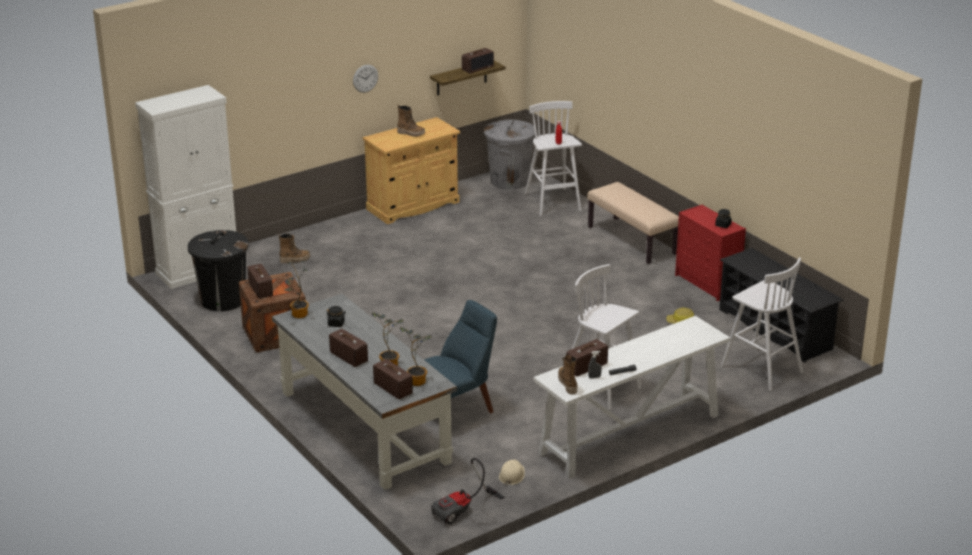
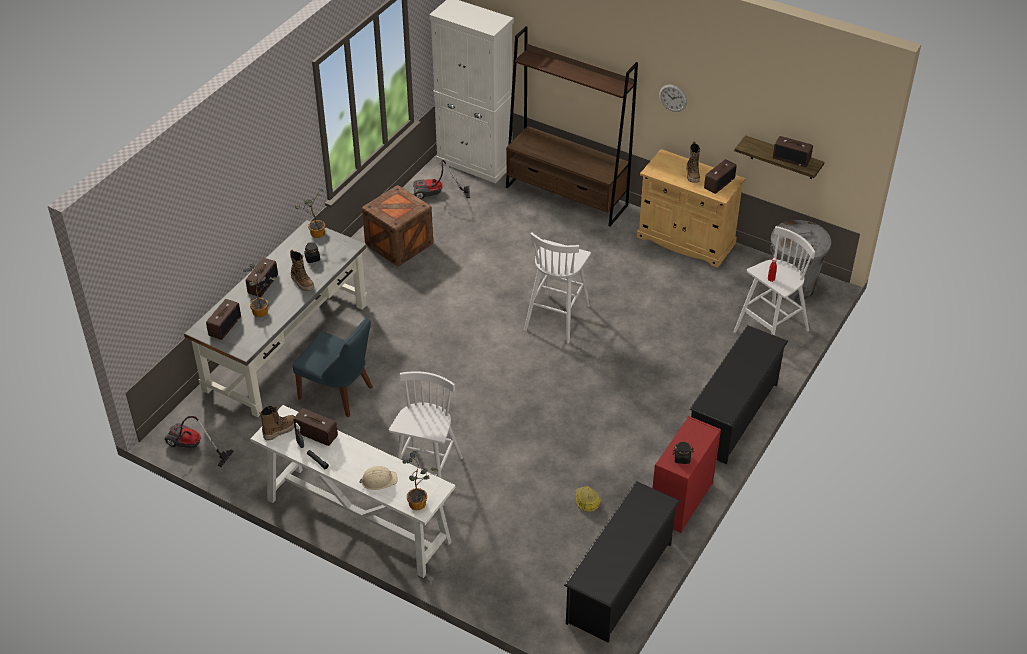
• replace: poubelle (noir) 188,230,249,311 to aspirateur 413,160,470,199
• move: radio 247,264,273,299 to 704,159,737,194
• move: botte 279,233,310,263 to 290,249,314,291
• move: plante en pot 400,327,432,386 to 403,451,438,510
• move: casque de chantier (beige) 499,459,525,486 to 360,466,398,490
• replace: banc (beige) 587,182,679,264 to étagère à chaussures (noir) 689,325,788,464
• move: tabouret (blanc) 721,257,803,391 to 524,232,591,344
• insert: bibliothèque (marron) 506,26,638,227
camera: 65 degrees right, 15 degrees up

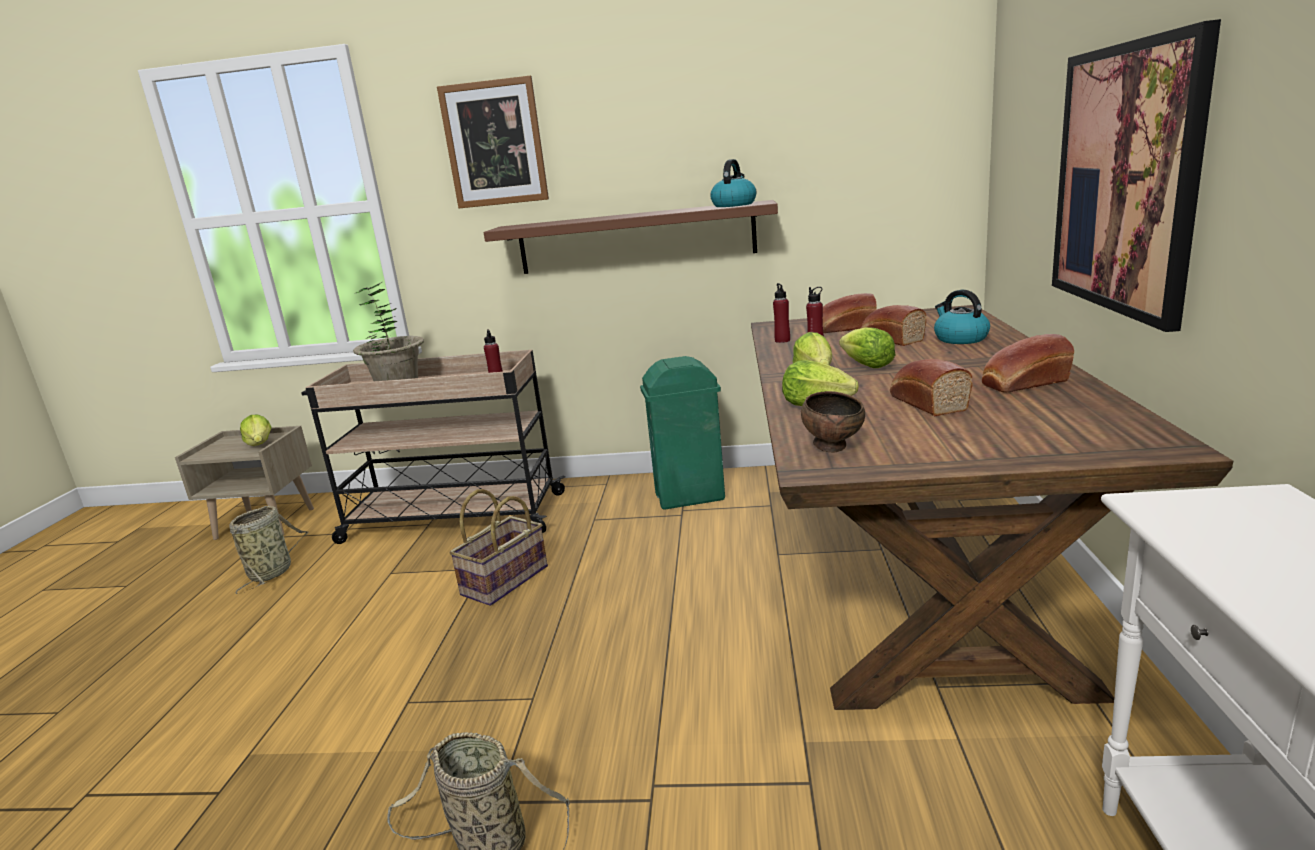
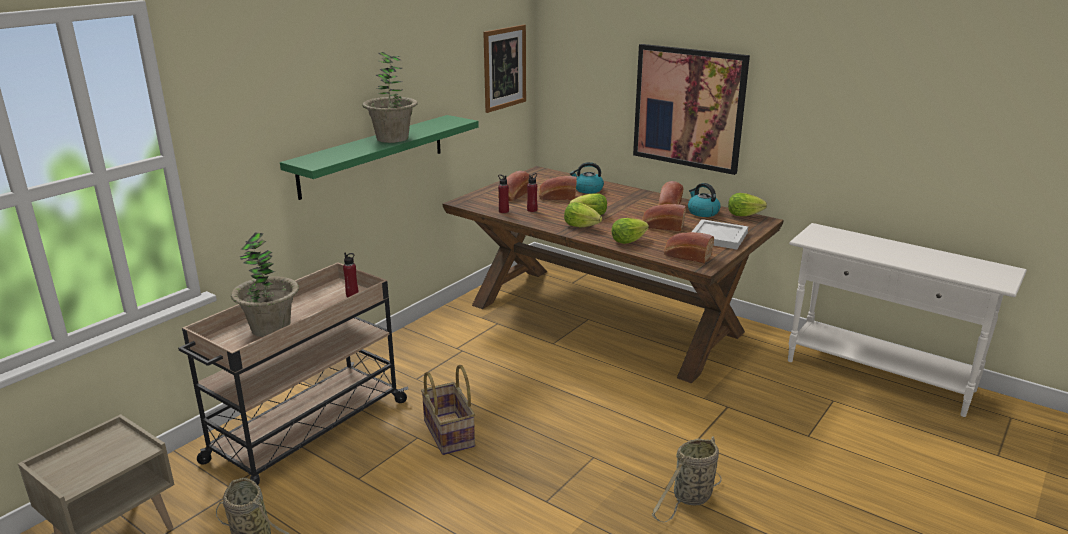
• move: laitue 240,414,272,446 to 728,193,767,216
• move: tableau 437,76,549,208 to 483,25,526,113
• recolor: étagère (marron) 484,200,778,274 to étagère (vert) 280,115,479,200
• delete: poubelle (vert) 640,356,725,510
• move: bouilloire 710,159,756,207 to 688,183,721,217
• replace: bol (marron) 801,391,865,453 to pain 664,232,714,263
• insert: plante en pot 362,52,418,143
• insert: plateau (blanc) 692,219,748,249
camera: 60 degrees left, 5 degrees up

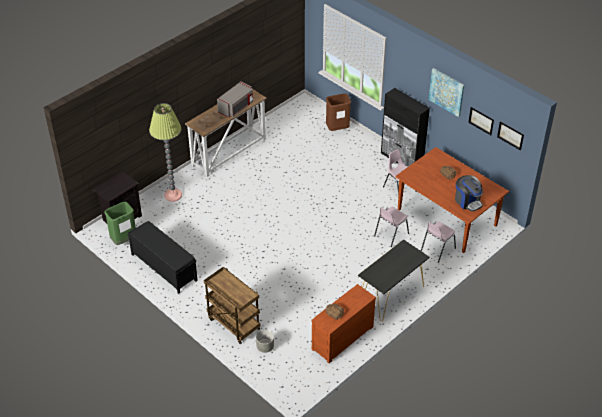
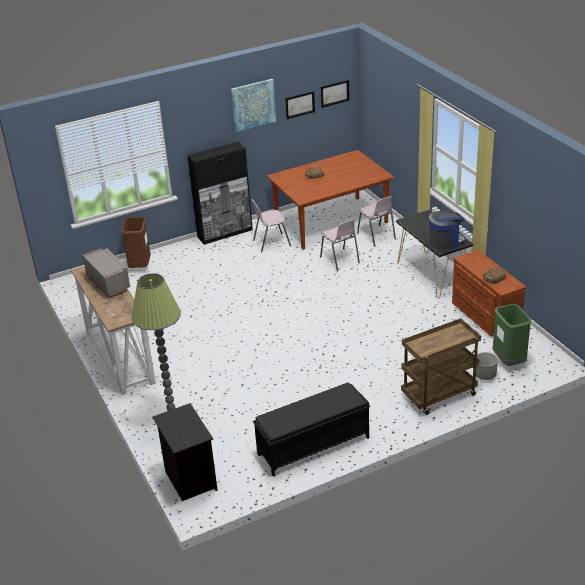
• move: poubelle (vert) 104,201,136,245 to 493,304,532,366
• move: machine à café 455,175,483,212 to 429,211,466,250
camera: 70 degrees left, 10 degrees down

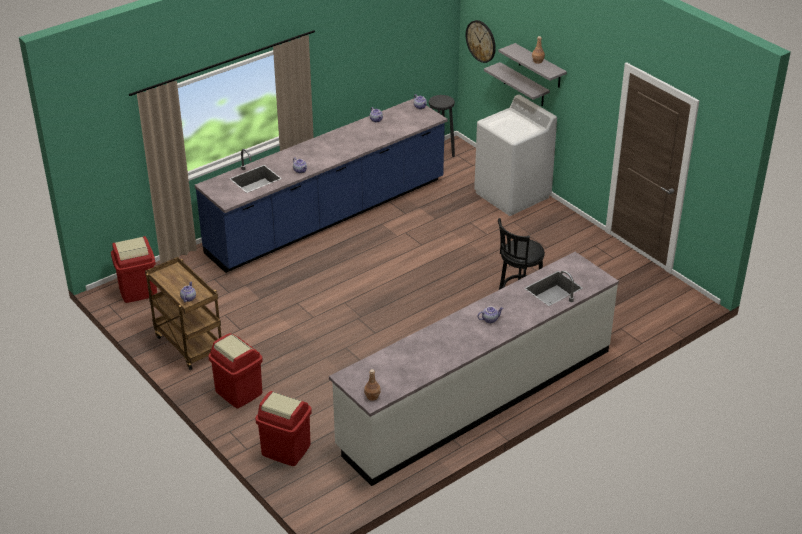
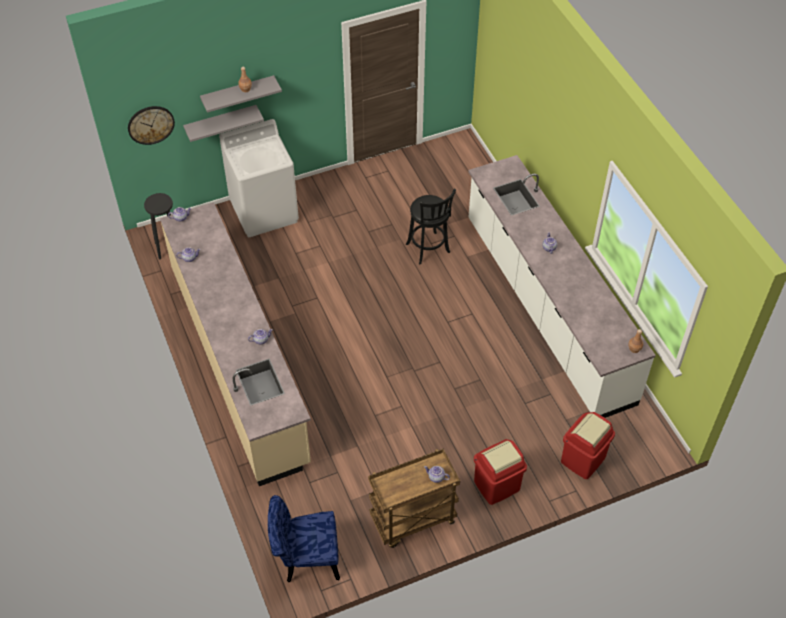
• replace: poubelle (rouge) 111,236,157,303 to chaise (bleu) 268,495,340,582
• recolor: comptoir de cuisine (bleu) 195,99,447,273 to comptoir de cuisine (beige) 160,202,311,486
camera: 75 degrees left, 15 degrees up

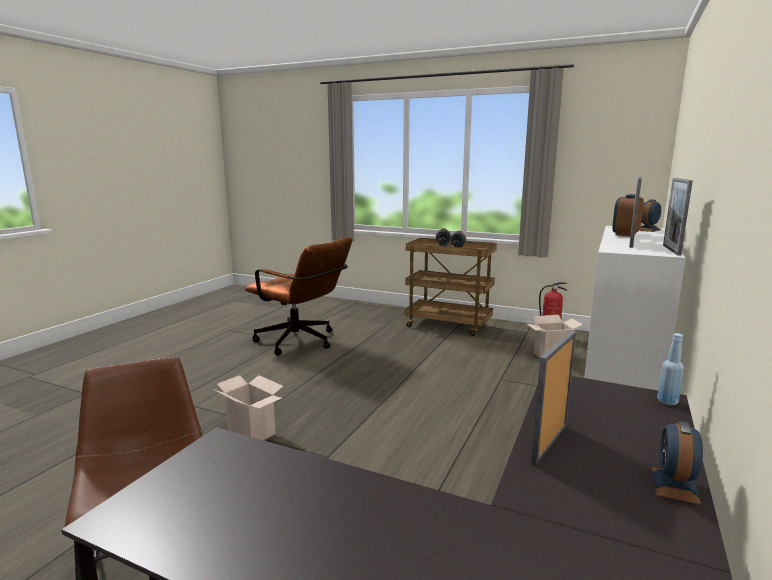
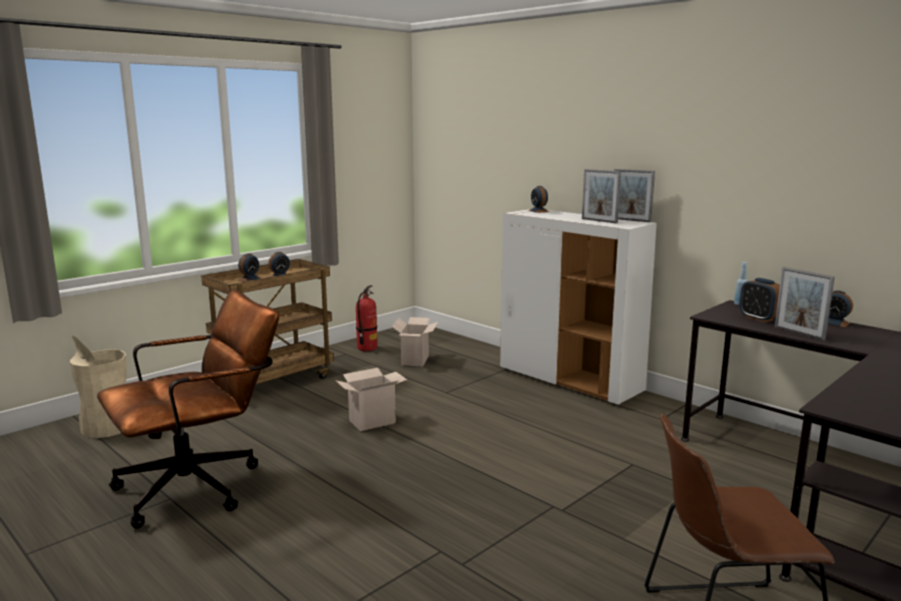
• move: carton 214,375,283,440 to 335,368,407,431
• move: réveil 612,194,644,236 to 739,278,780,322
• insert: poubelle (beige) 70,335,127,438
camera: 70 degrees left, 0 degrees up

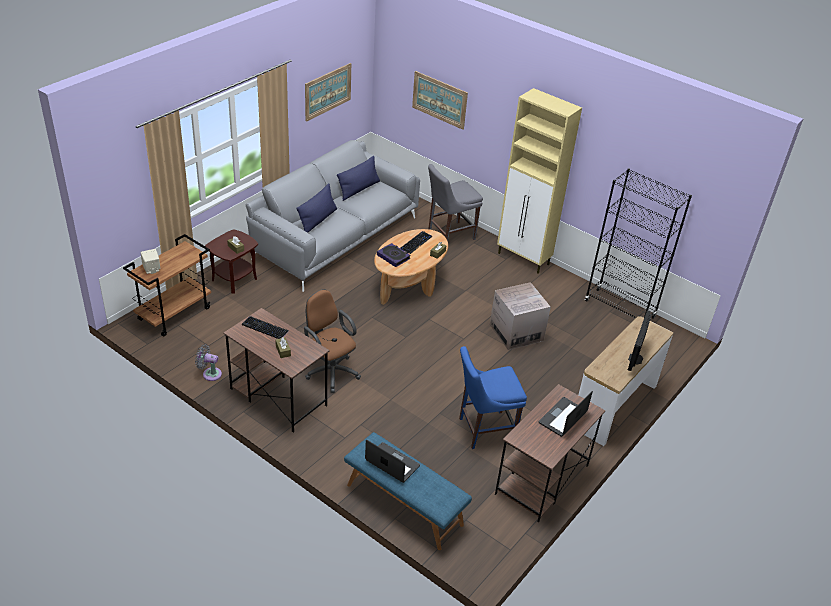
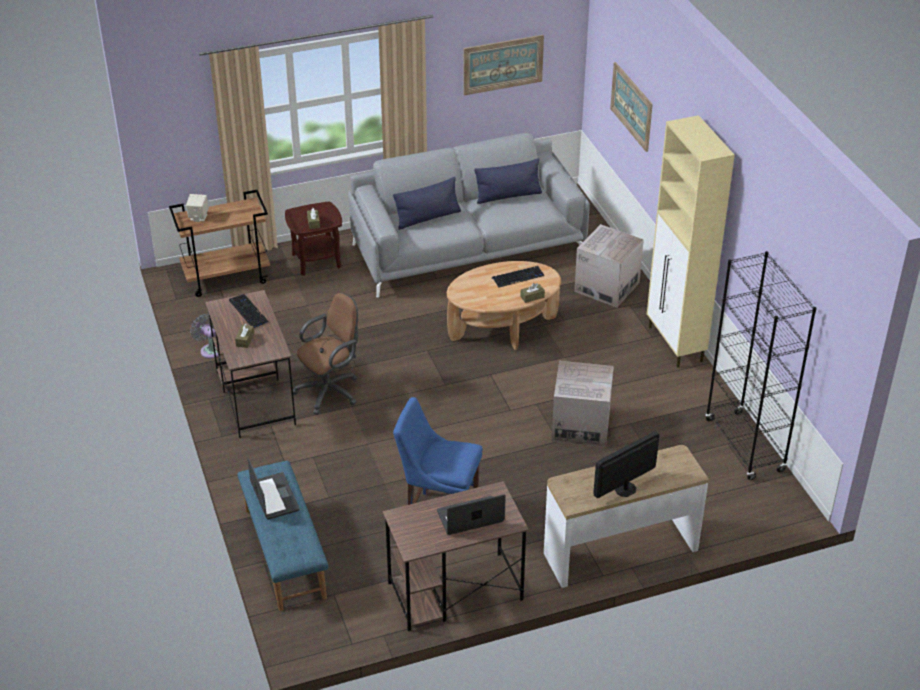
• rotate: chaise de bureau (marron) 304,289,361,393 = 293,293,358,415 60 degrees clockwise
• delete: livre 377,243,411,267
• replace: chaise (gris) 428,164,483,241 to carton 574,224,644,307
camera: 35 degrees right, 0 degrees up

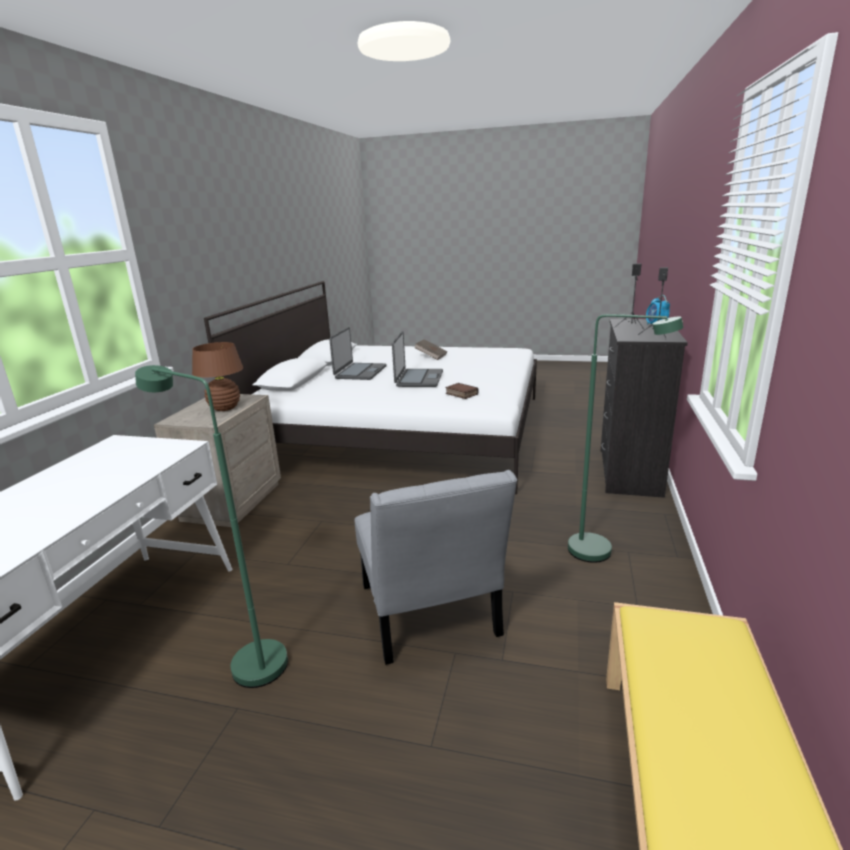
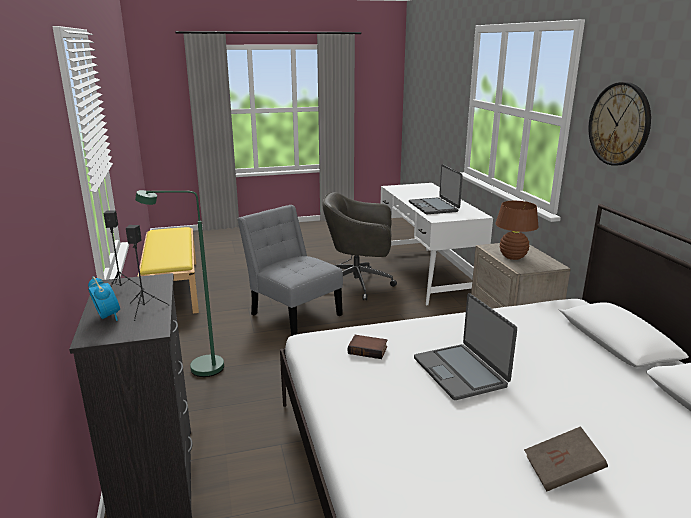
• replace: lampadaire (vert) 135,365,288,688 to chaise de bureau (gris) 322,192,397,300
• move: ordinateur portable 329,327,387,380 to 409,164,463,214
• insert: horloge murale 589,82,651,166
camera: 150 degrees right, 0 degrees up

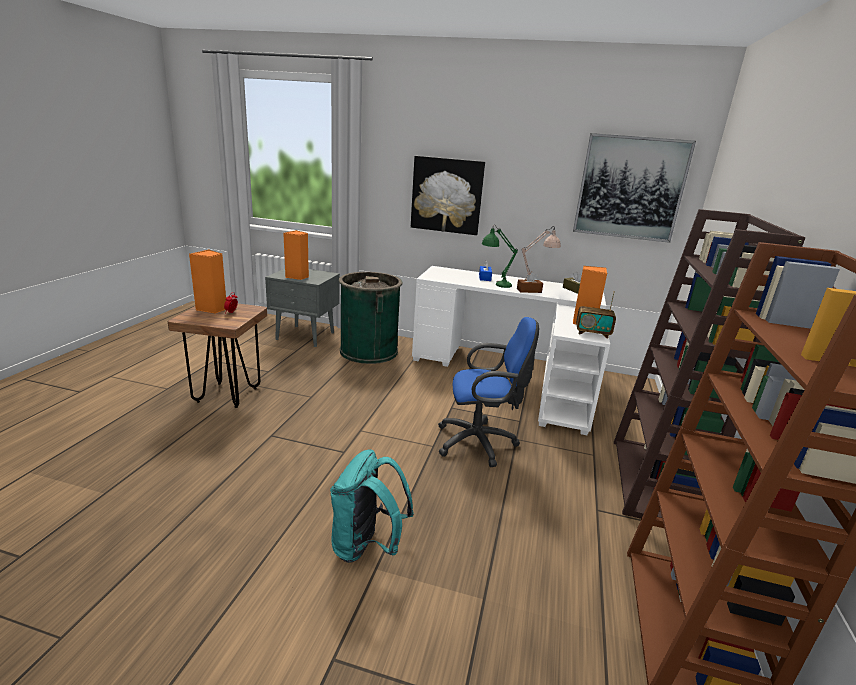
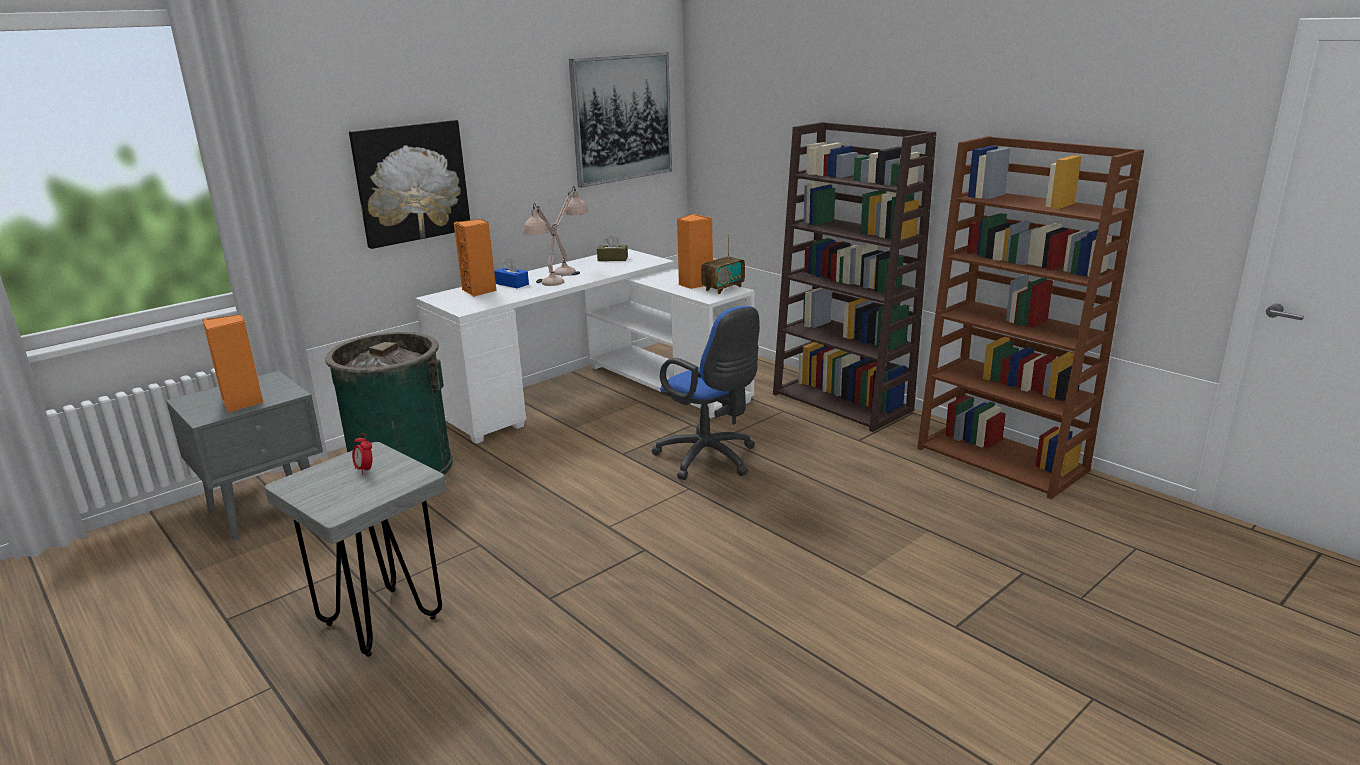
• recolor: tabouret (marron) 168,304,267,408 to tabouret (gris) 265,442,447,657
• move: enceinte (orange) 189,250,226,314 to 454,219,496,297
• delete: sac à dos (turquoise) 330,449,414,563
• rotate: chaise de bureau (bleu) 438,317,539,467 = 651,306,760,480 105 degrees clockwise
• recolor: lampe de table (vert) 482,224,518,288 to lampe de table (beige) 523,203,564,286
• delete: boîte à mouchoirs (marron) 517,272,543,293
camera: 55 degrees left, 0 degrees up

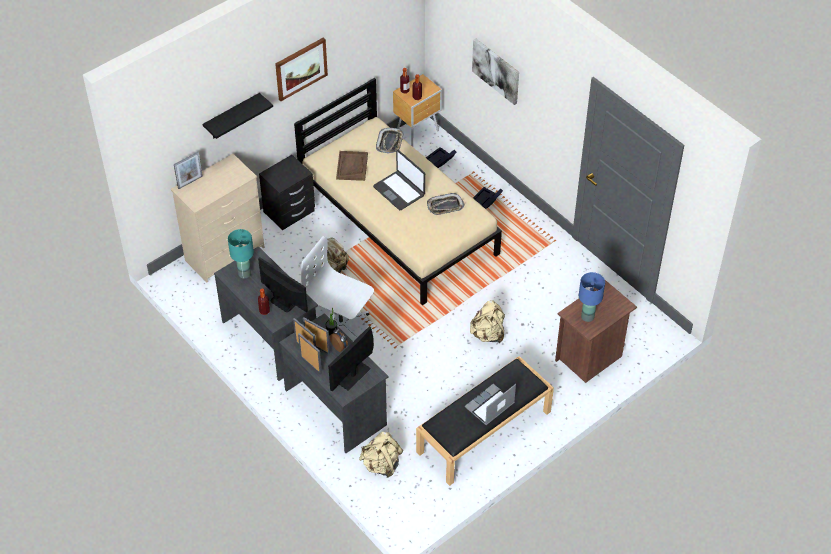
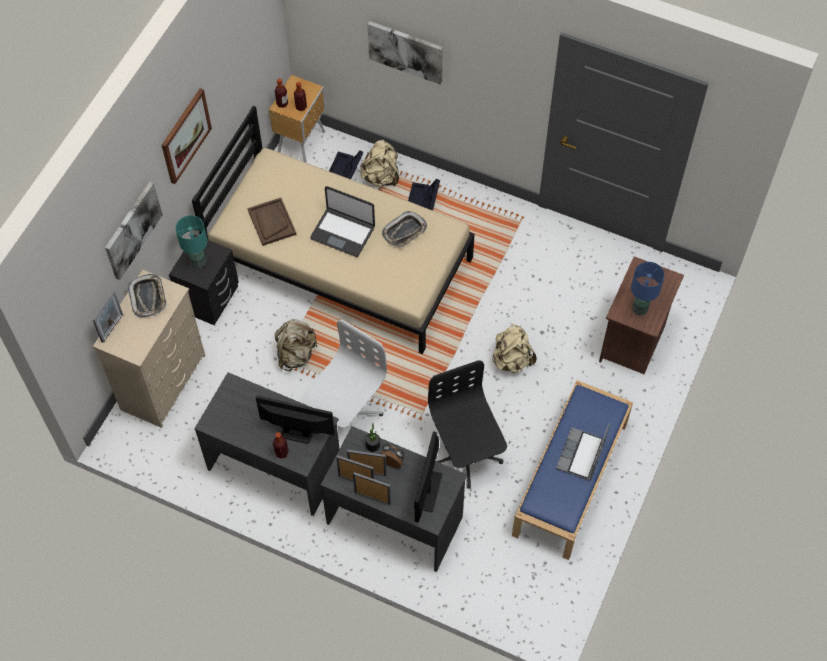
• replace: étagère (noir) 203,93,273,139 to tableau 105,181,162,280
• move: lampe de table (turquoise) 228,229,254,279 to 176,215,208,269
• rotate: chaise de bureau (blanc) 301,236,374,338 = 301,320,387,429 120 degrees clockwise
• move: sac à dos (beige) 359,432,403,478 to 360,140,399,187
• move: plateau 376,128,404,153 to 128,274,167,317
• recolor: banc (noir) 416,356,554,486 to banc (bleu) 512,380,633,560
• insert: chaise de bureau (noir) 428,360,507,489
camera: 25 degrees left, 10 degrees up

